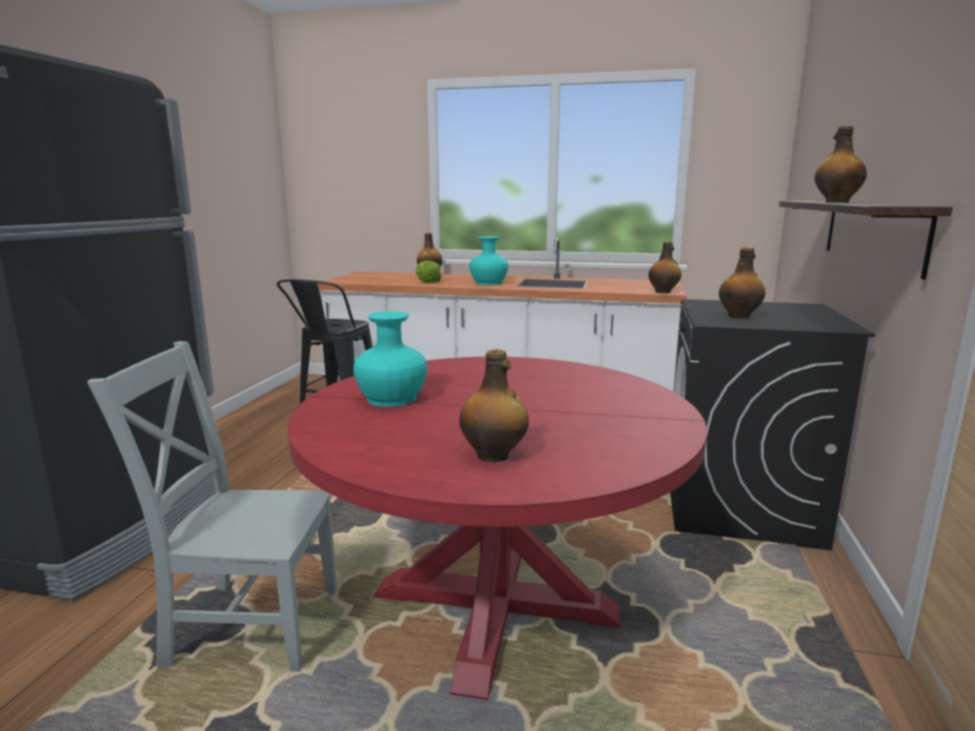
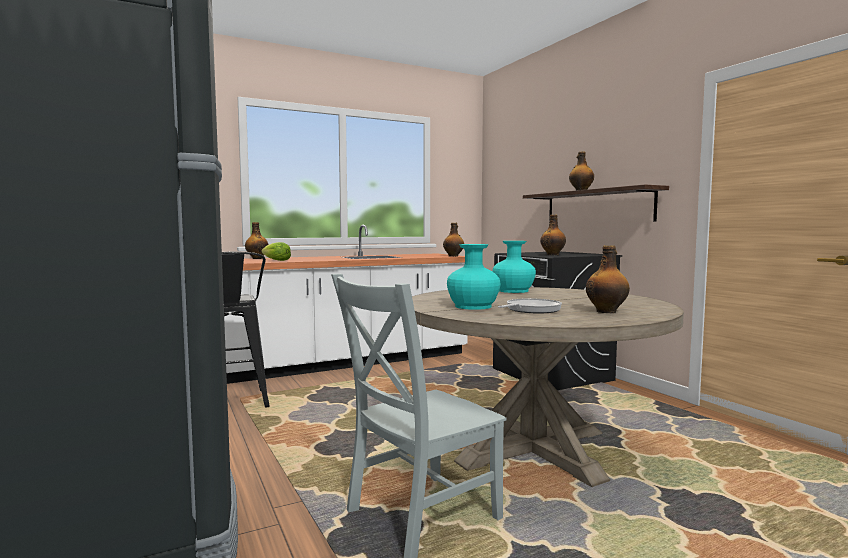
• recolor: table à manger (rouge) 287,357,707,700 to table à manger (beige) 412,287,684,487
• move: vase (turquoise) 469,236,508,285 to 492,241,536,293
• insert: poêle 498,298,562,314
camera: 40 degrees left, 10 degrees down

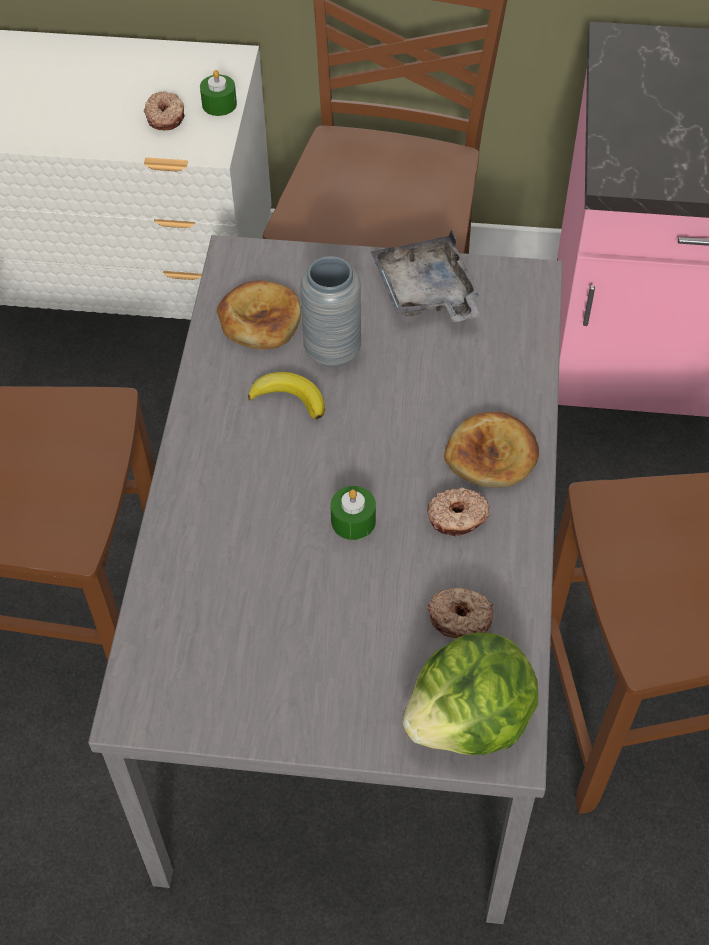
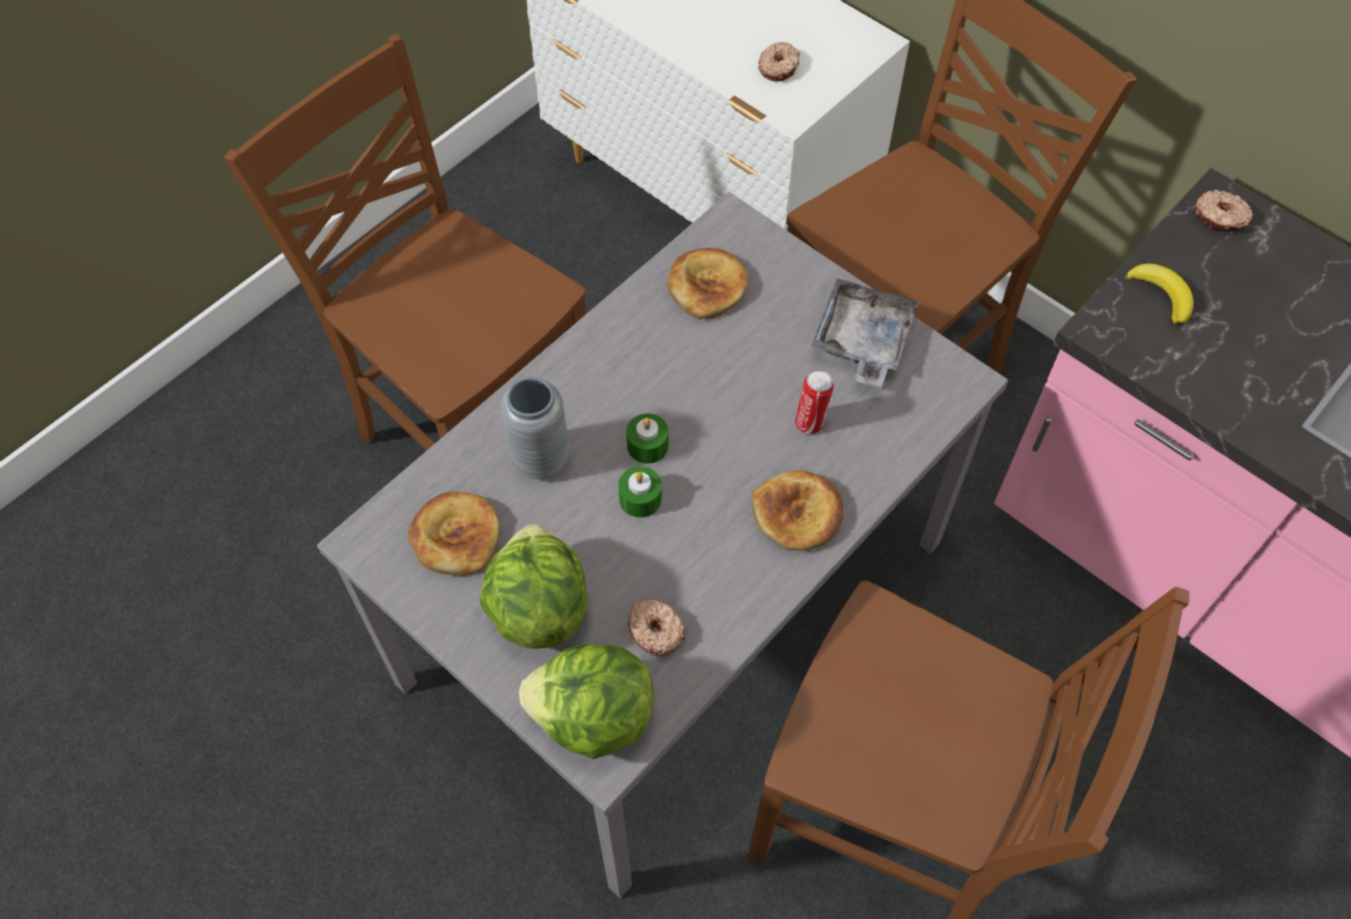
• move: bougie (vert) 200,70,237,116 to 626,413,669,464
• move: banane 248,372,325,420 to 1125,263,1193,325
• move: vase (gris) 300,256,361,367 to 501,377,570,479
• move: beignet 427,487,490,536 to 1195,190,1254,232
• insert: pain 408,492,500,576
• insert: laitue 479,524,588,649
• insert: boîte métallique 795,370,834,434
camera: 35 degrees right, 5 degrees up

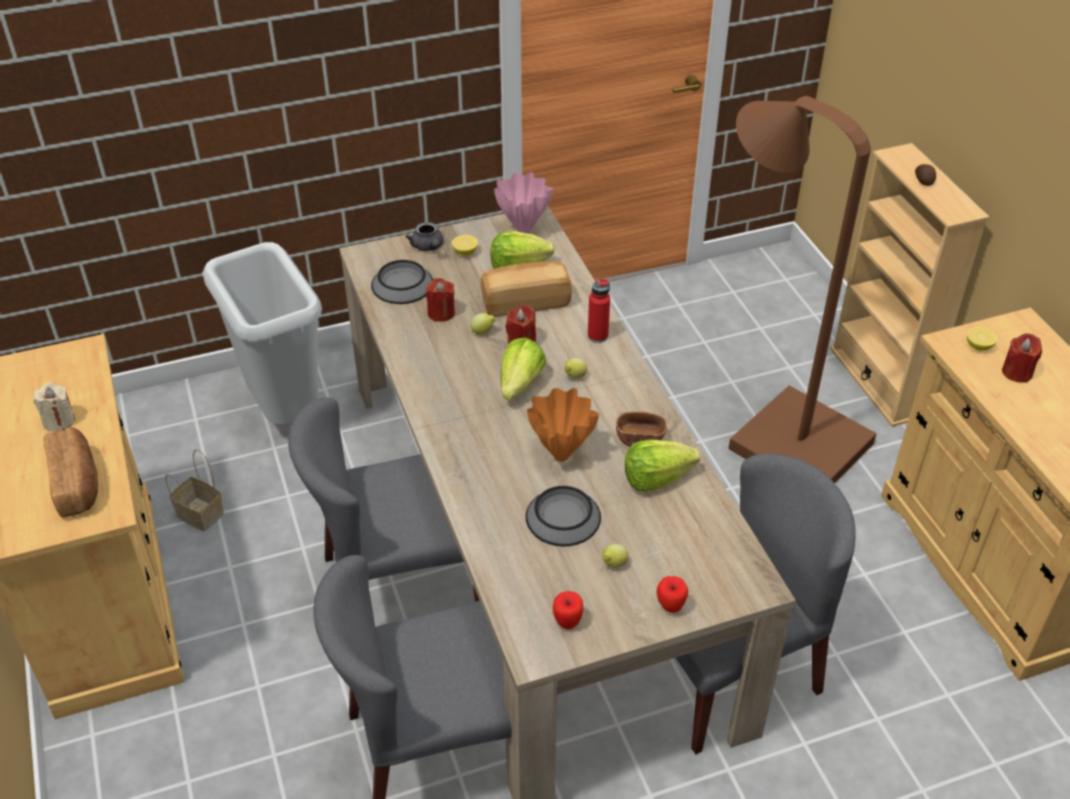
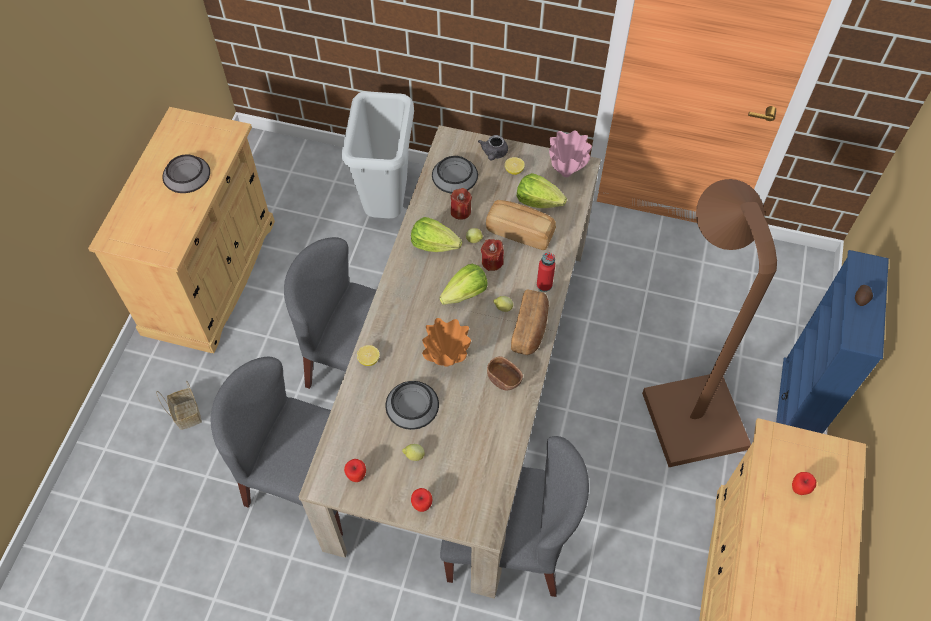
• replace: bougie (beige) 33,383,75,431 to bol 162,154,210,193
• move: pain 44,427,98,517 to 511,289,549,355
• move: panier 165,449,224,531 to 156,380,202,430
• move: laitue 625,440,700,491 to 411,217,462,252
• recolor: bibliothèque (beige) 830,143,989,427 to bibliothèque (bleu) 776,250,889,434
• move: citron 967,327,997,351 to 357,345,380,366
• replace: bougie (rouge) 1002,333,1042,383 to pomme 792,472,816,495
camera: 35 degrees right, 15 degrees up

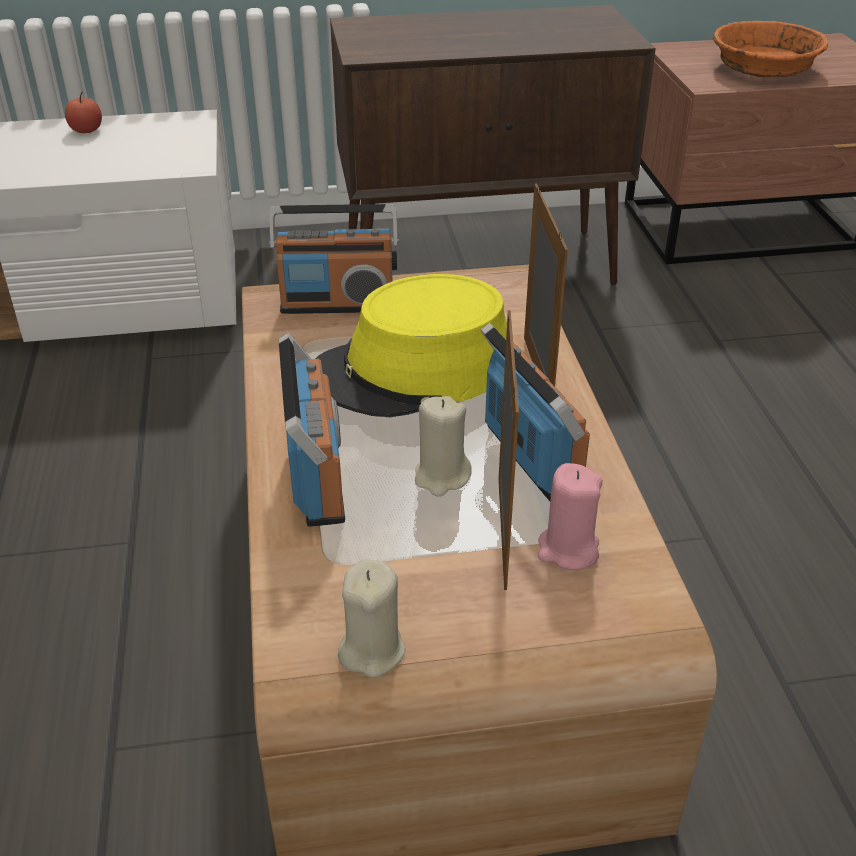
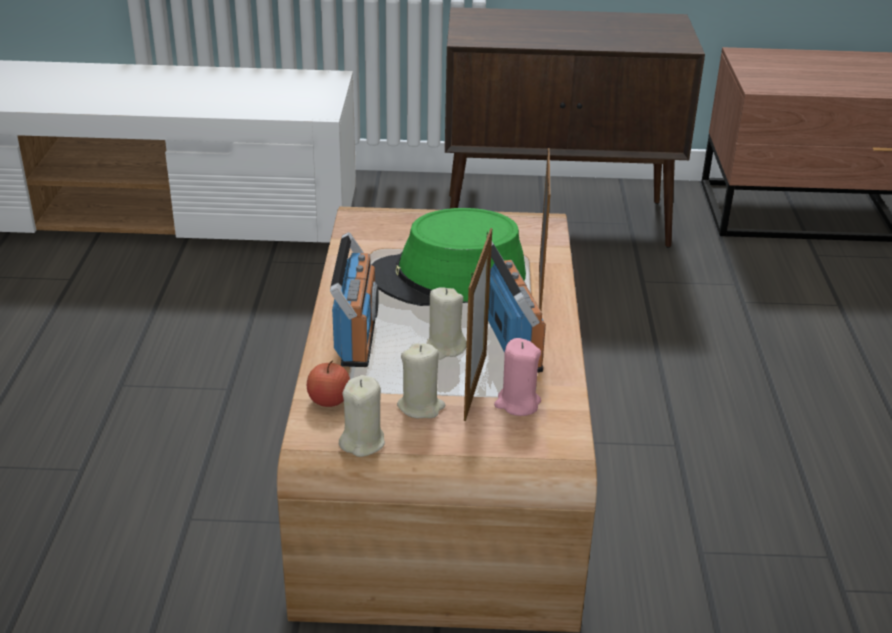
• move: pomme 65,91,102,133 to 307,360,350,407
• delete: radio 269,204,399,314
• recolor: chapeau (jaune) 315,274,507,417 to chapeau (vert) 371,208,526,306
• delete: bol (orange) 713,21,828,77
• insert: bougie (beige) 397,343,445,418
camera: 10 degrees right, 5 degrees down

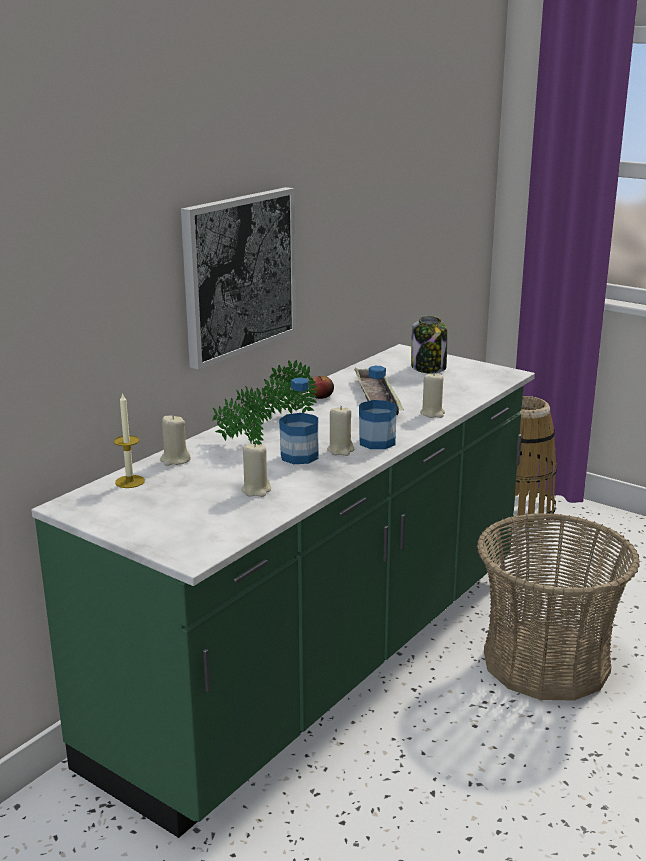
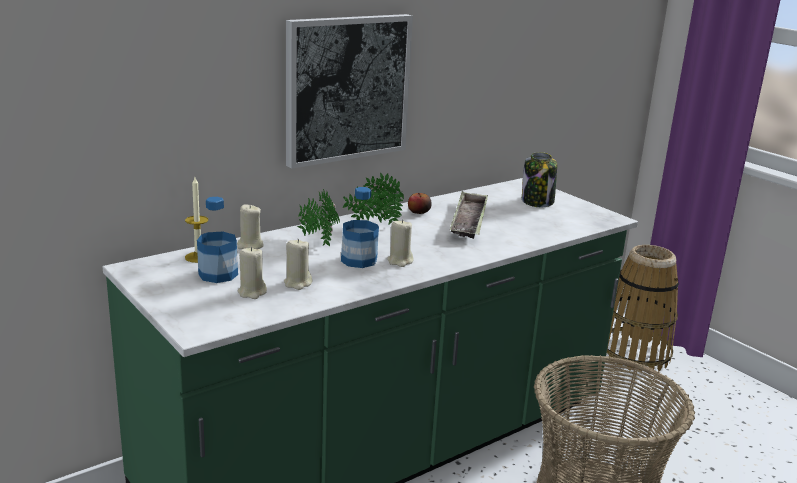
• move: bouteille 359,366,397,449 to 197,197,238,283
• move: bougie (beige) 420,372,445,418 to 238,247,267,299
camera: 15 degrees right, 0 degrees up

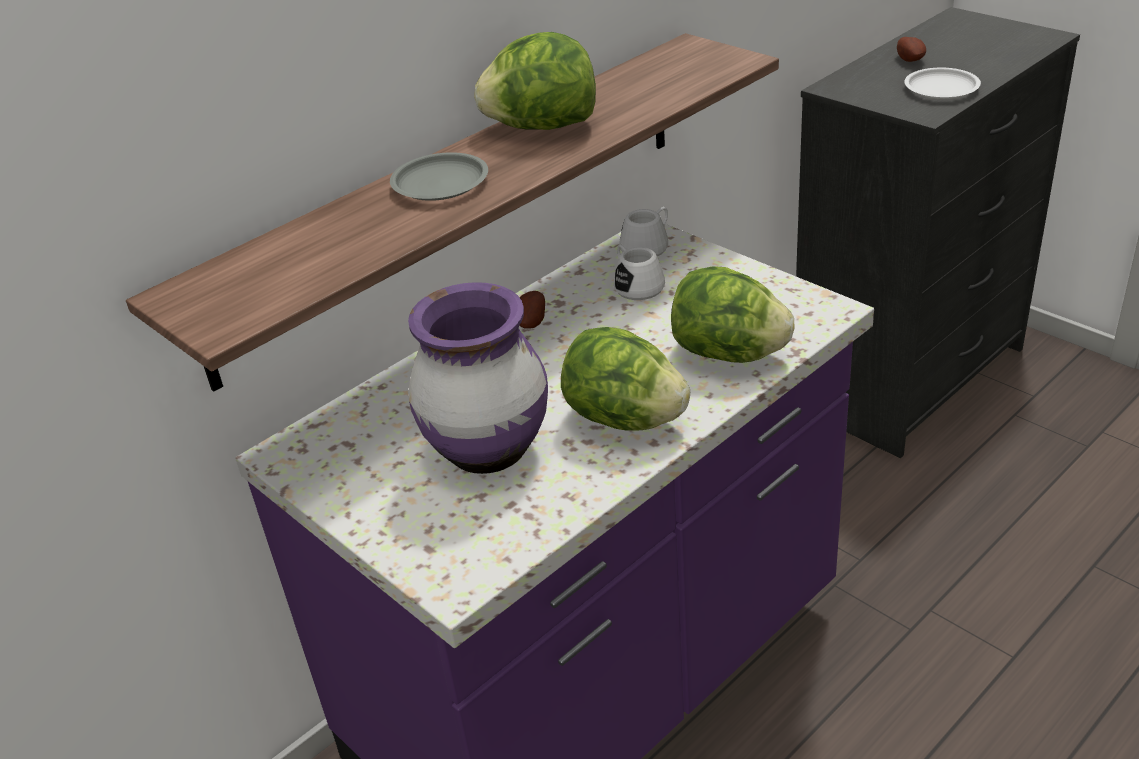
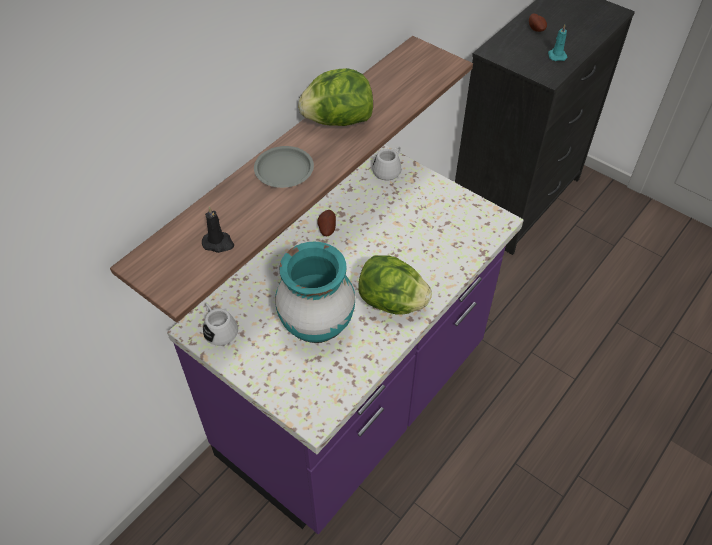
• recolor: vase (violet) 408,282,548,474 to vase (turquoise) 275,242,355,343
• move: mug (blanc) 614,245,665,300 to 203,303,238,346
• delete: laitue 671,266,795,363
• replace: assiette (blanc) 904,68,981,99 to bougie (turquoise) 548,25,568,61
• insert: bougie (noir) 202,206,234,253
camera: 10 degrees left, 15 degrees up

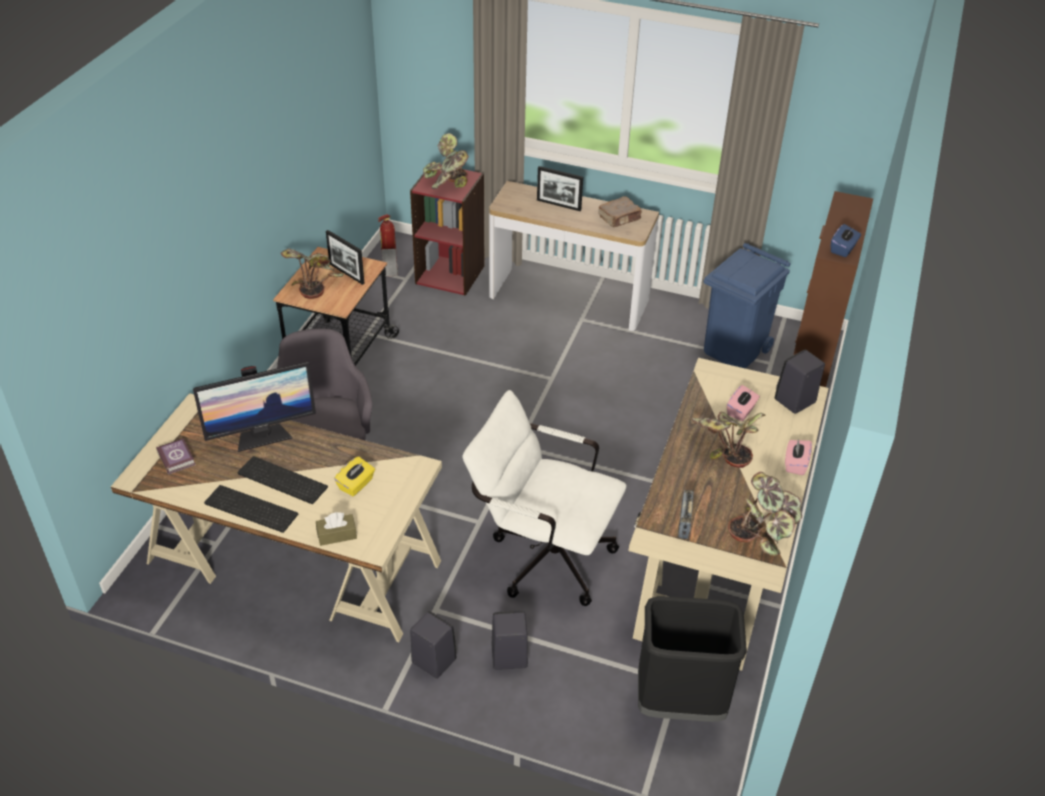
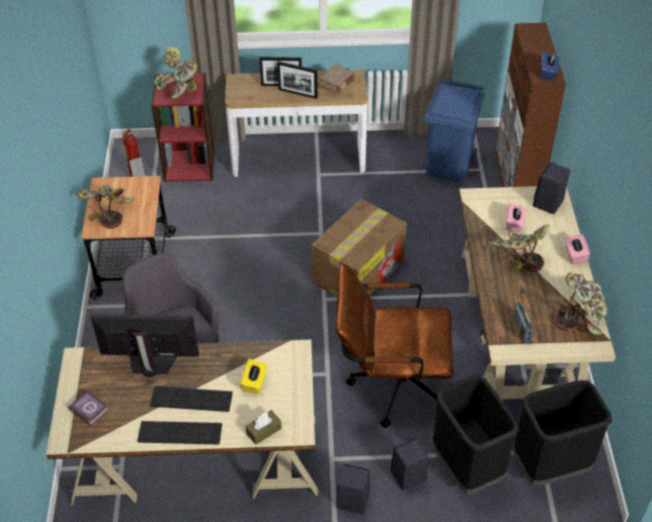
• rotate: écran d'ordinateur 193,362,316,452 = 90,314,199,377 135 degrees counterclockwise
• move: cadre photo 326,230,365,285 to 277,61,318,99
• recolor: chaise de bureau (blanc) 462,390,627,606 to chaise de bureau (marron) 336,263,453,428
• insert: carton 311,199,407,297
• insert: poubelle (noir) 432,375,519,494
camera: 20 degrees left, 5 degrees up

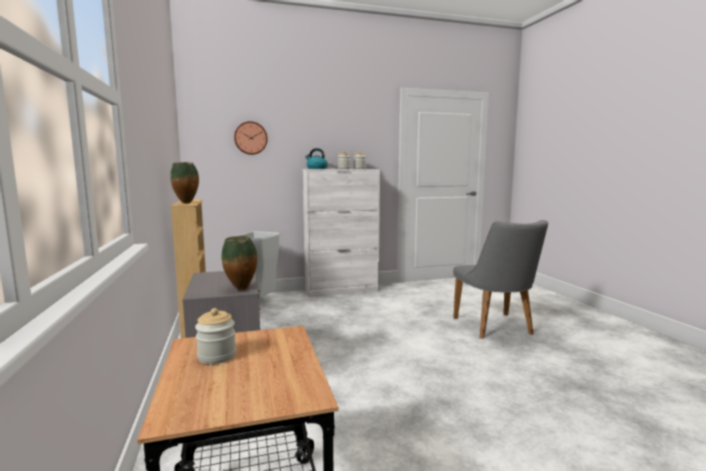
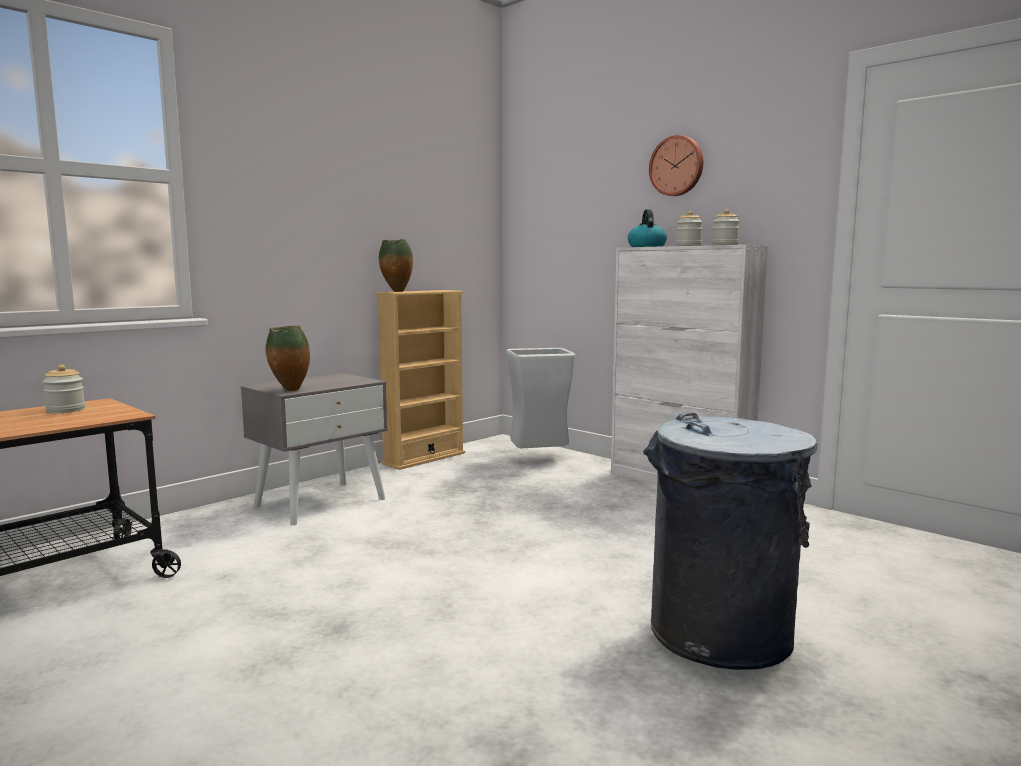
• move: horloge murale 234,121,268,155 to 649,135,703,196
• replace: chaise (gris) 453,220,548,339 to poubelle (gris) 643,412,817,670
camera: 60 degrees right, 0 degrees up

